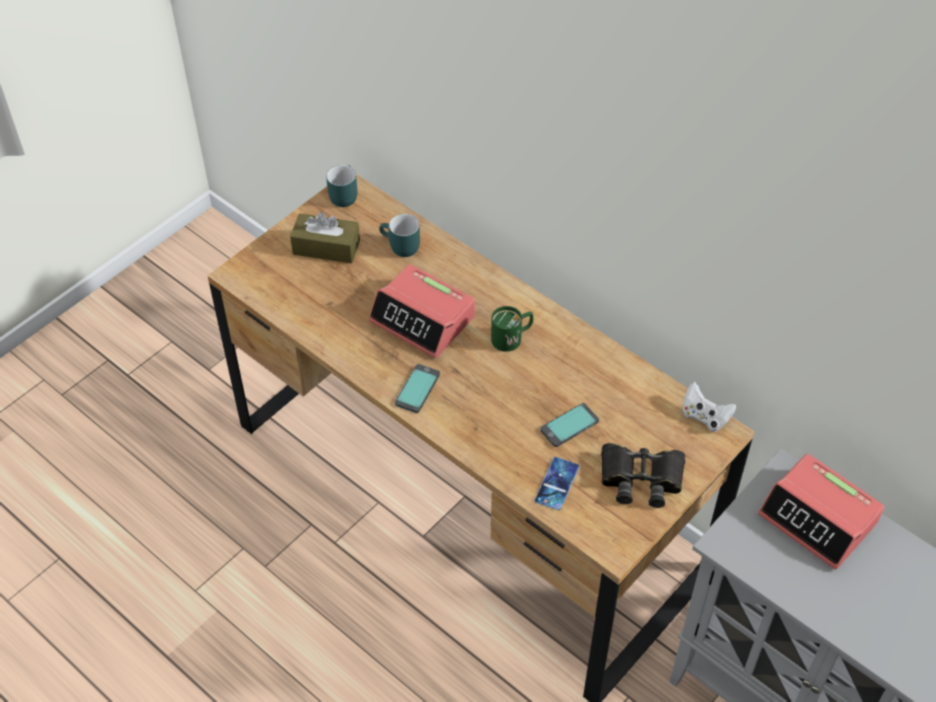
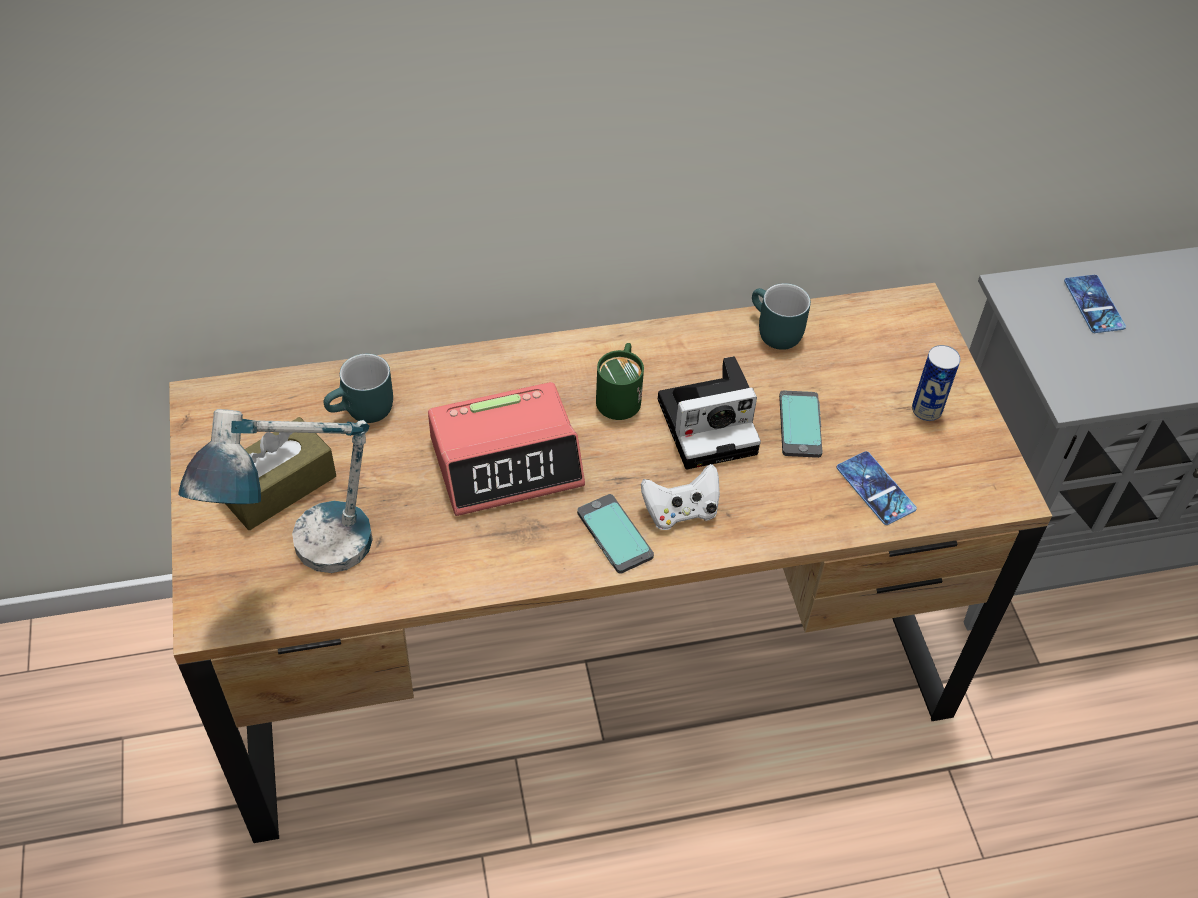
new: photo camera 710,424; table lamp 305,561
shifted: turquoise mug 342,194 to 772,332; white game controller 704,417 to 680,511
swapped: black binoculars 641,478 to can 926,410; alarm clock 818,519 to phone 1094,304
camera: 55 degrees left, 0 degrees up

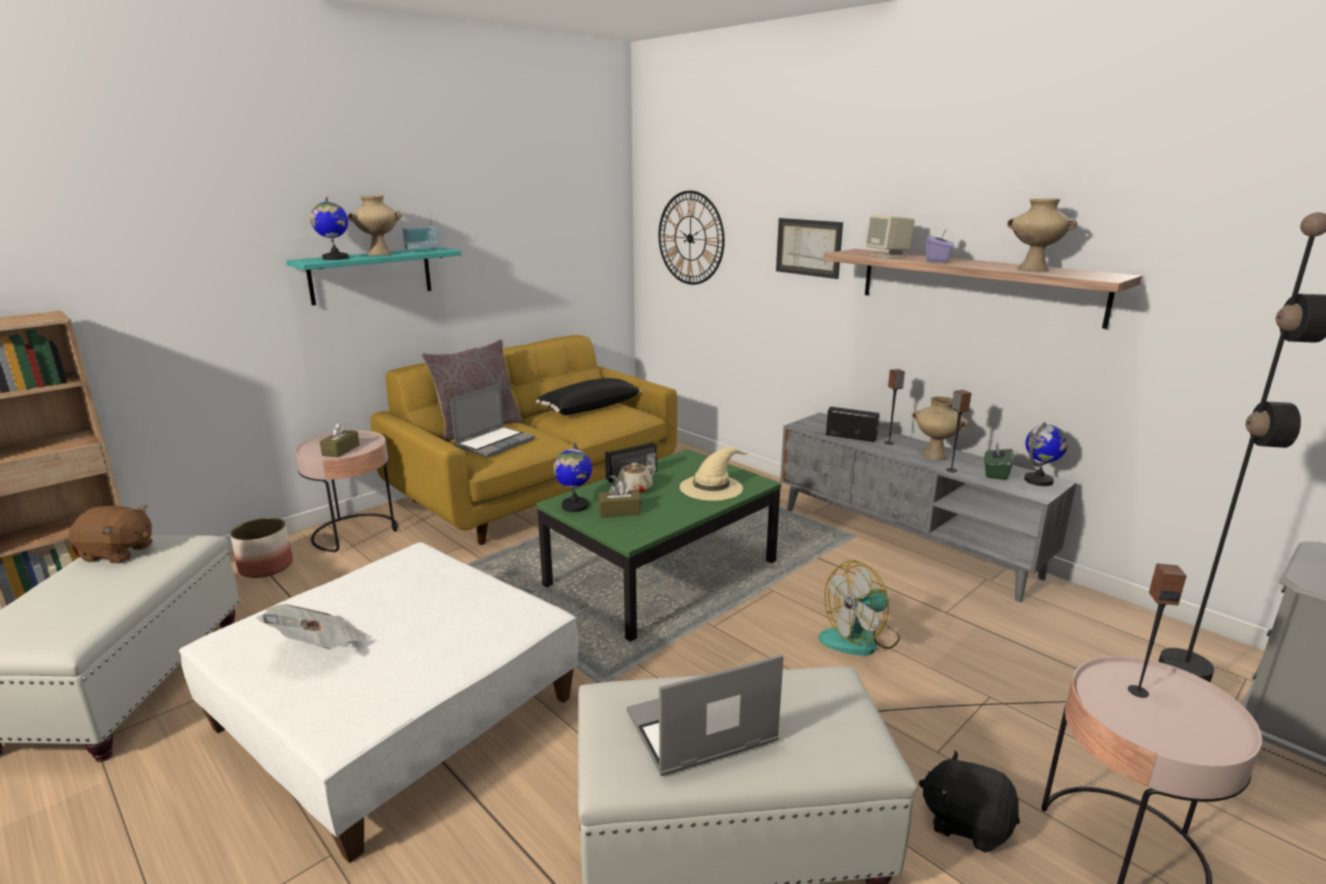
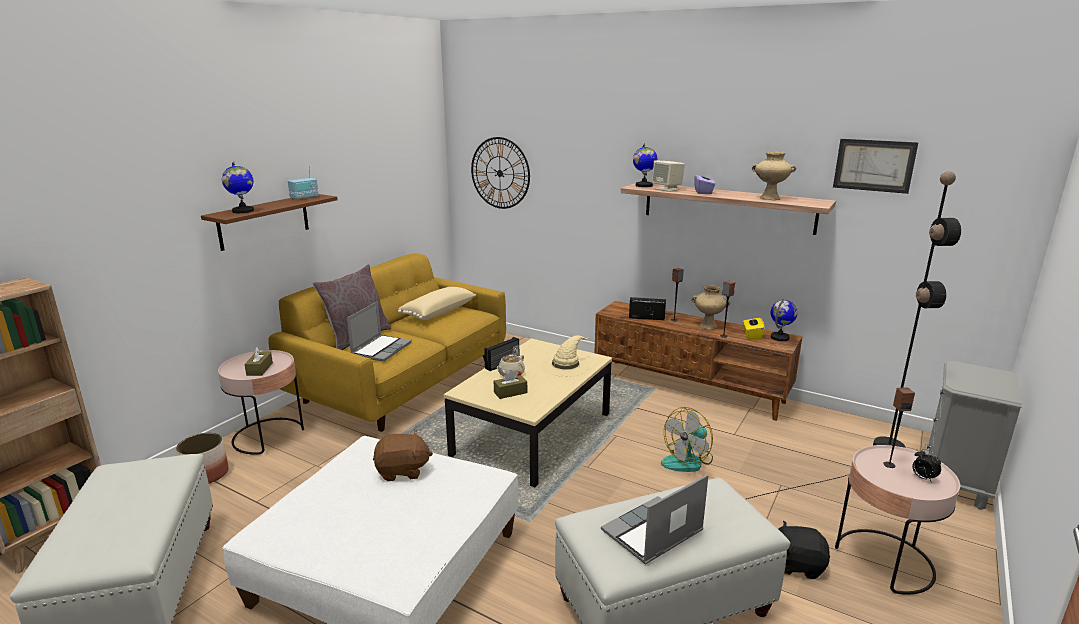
gone: beige vase 379,254; newspaper 321,647
new: alarm clock 922,478
shifted: picture 808,247 to 874,165; globe 574,506 to 643,185; brown plush toy 118,553 to 402,471
repainted: turquoise shelf 371,275 to brown shelf 264,221; black pillow 589,407 to beige pillow 438,312; grey tv stand 906,542 to brown tv stand 689,388; green tissue box 996,473 to yellow tissue box 752,335; green coffee table 662,572 to beige coffee table 532,434
camera: 15 degrees left, 0 degrees up

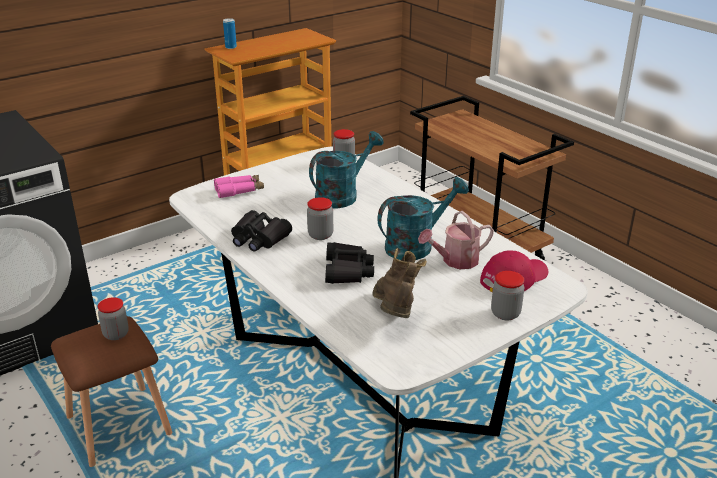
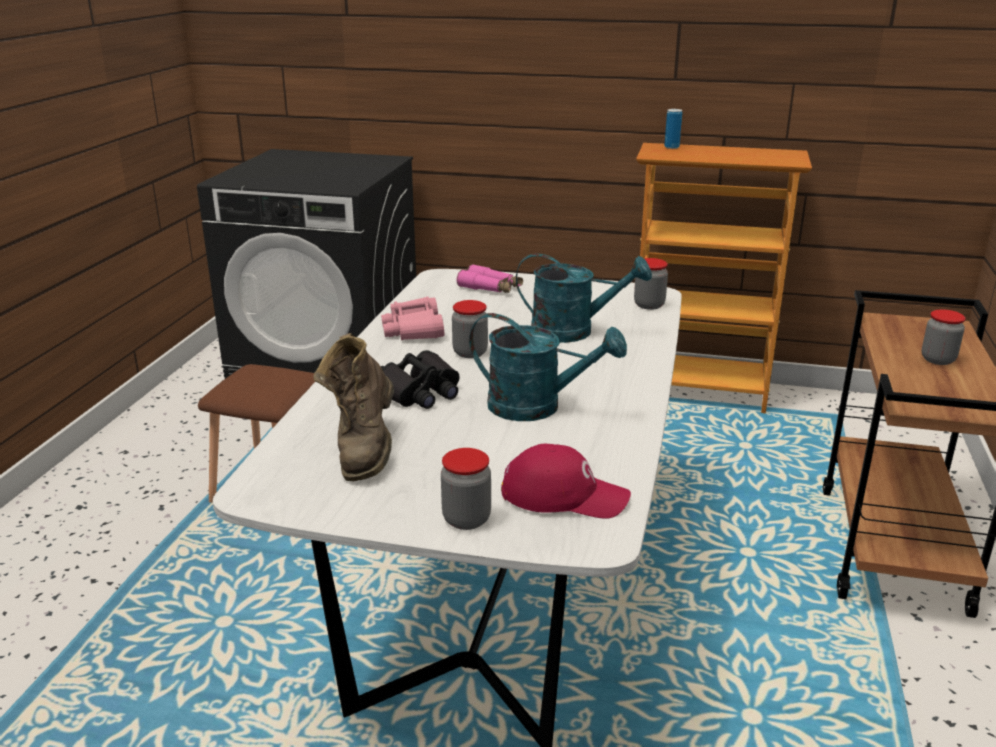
gone: watering can 455,261
shifted: jar 116,334 to 938,359
repainted: black binoculars 259,238 to pink binoculars 414,330
rotated: brown boot 395,315 = 364,450 135 degrees clockwise
camera: 50 degrees right, 5 degrees down

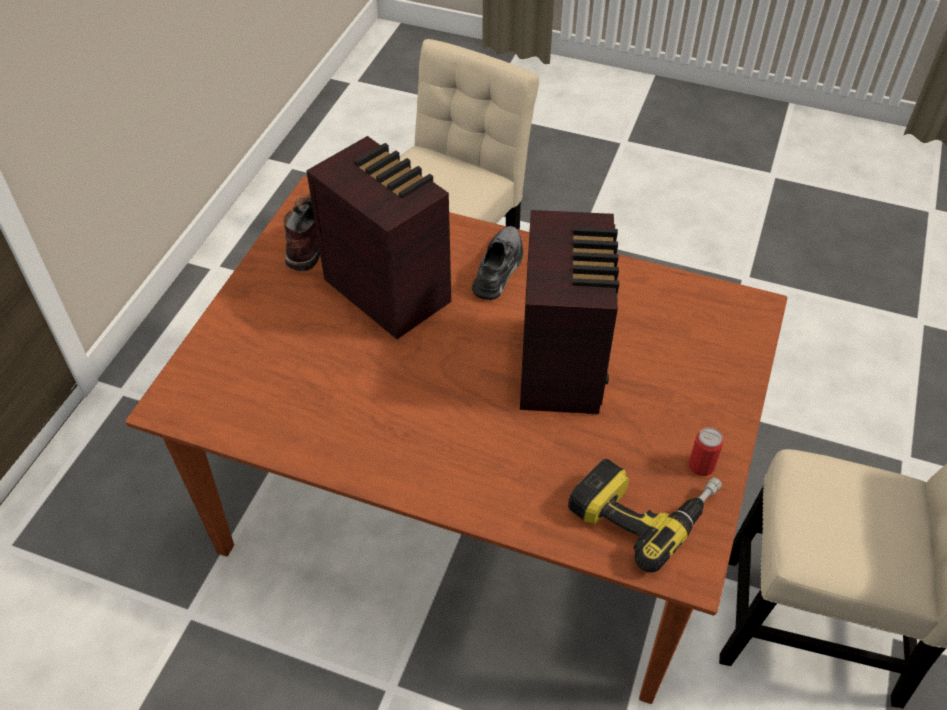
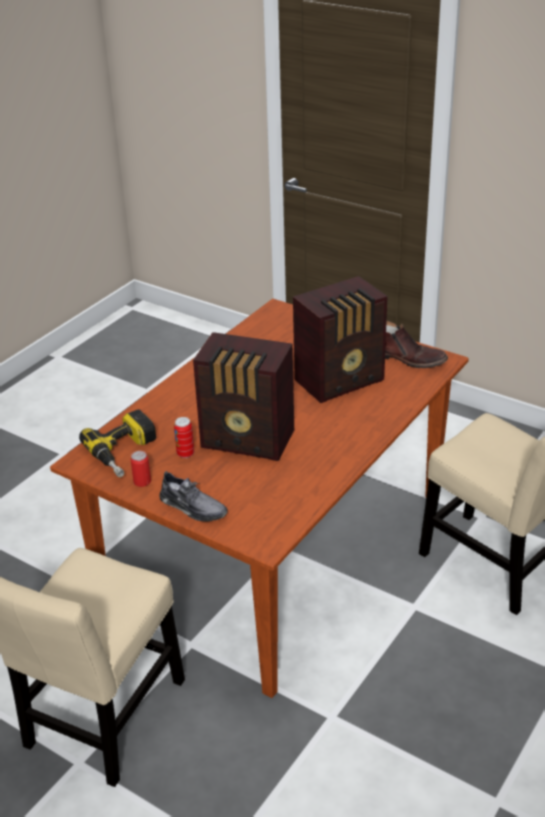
new: can 185,454
shifted: grey shoe 499,268 to 193,507
camera: 105 degrees right, 15 degrees down

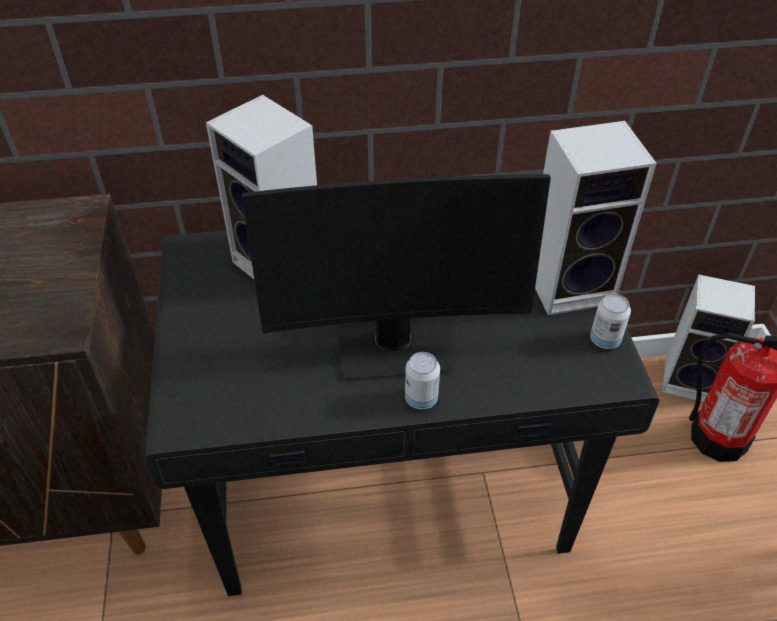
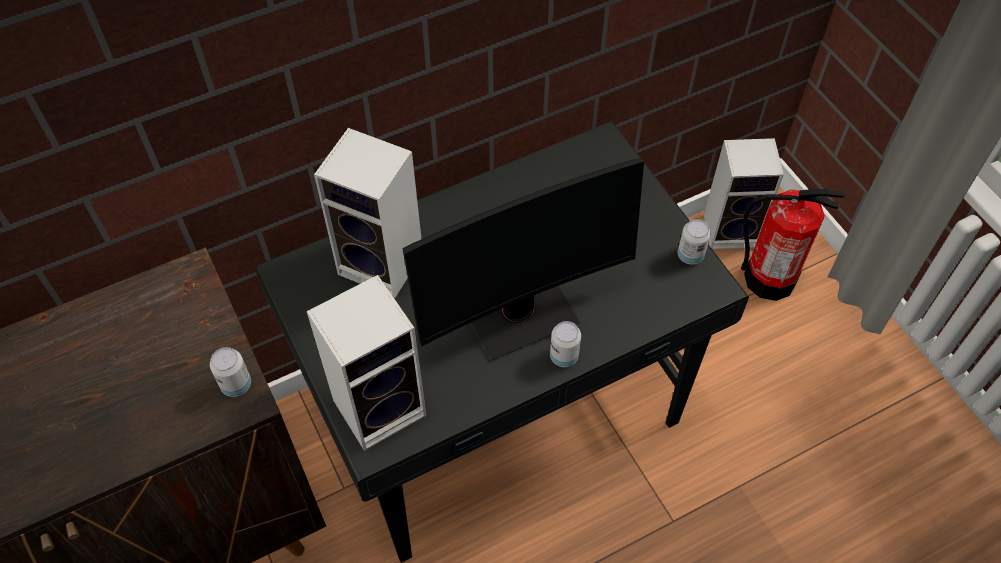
new: can 236,384
shifted: speaker 572,285 to 381,405
camera: 20 degrees left, 10 degrees up

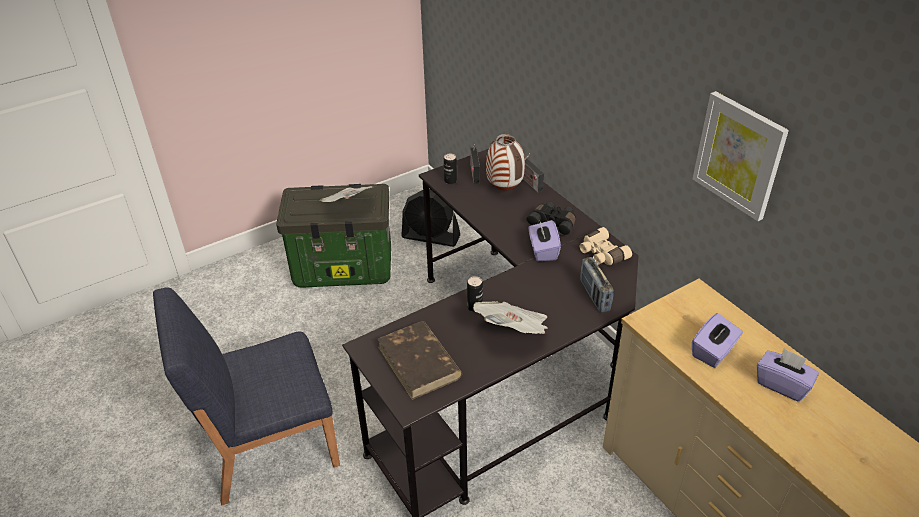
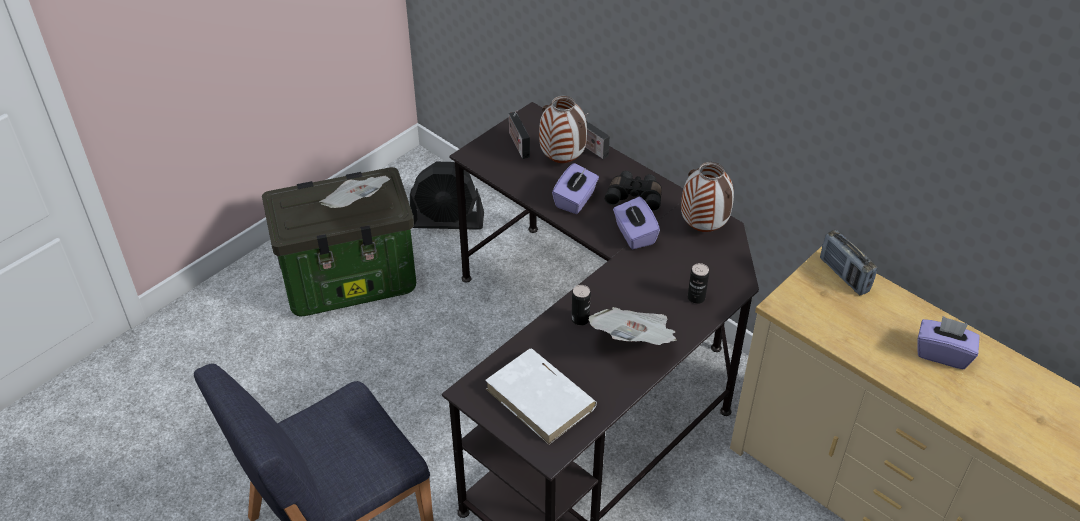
gone: picture 739,155
shifted: can 450,181 to 696,298; radio 594,296 to 844,275; purple tissue box 713,352 to 575,200
swapped: beige binoculars 601,254 to vase 702,228
repainted: brown book 419,362 to white book 541,399
camera: 15 degrees left, 5 degrees up

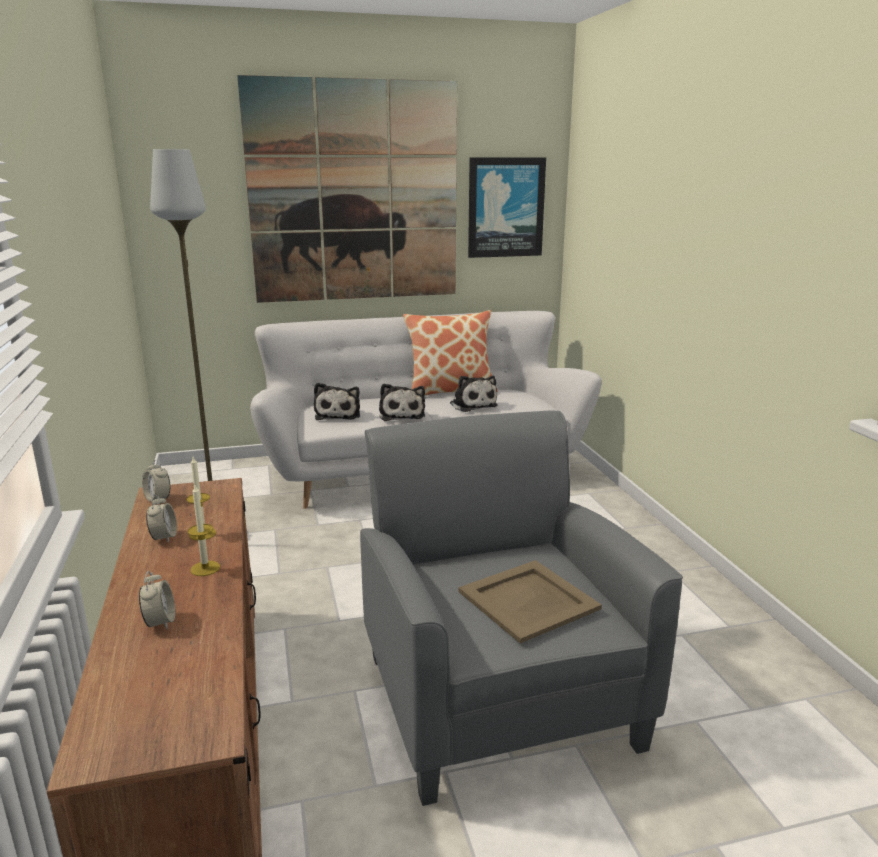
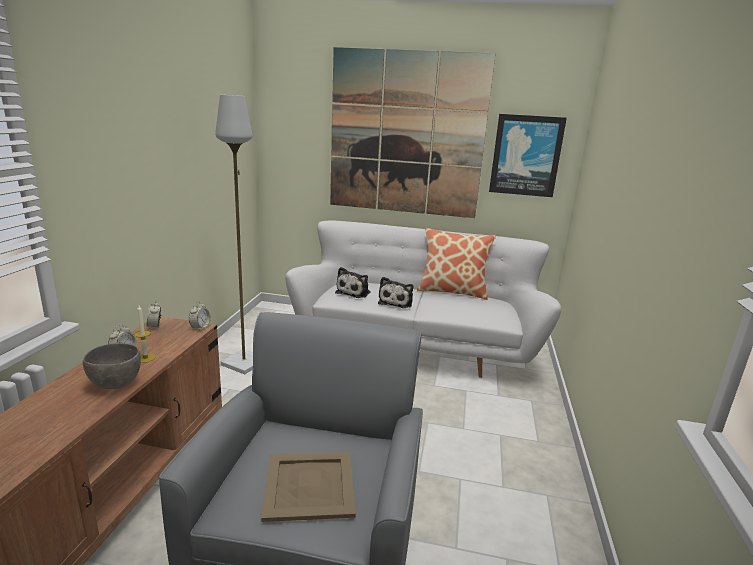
gone: plush toy 472,405
shifted: alarm clock 160,622 to 200,327
swapped: candle 205,568 to grey bowl 115,383
camera: 25 degrees right, 0 degrees up

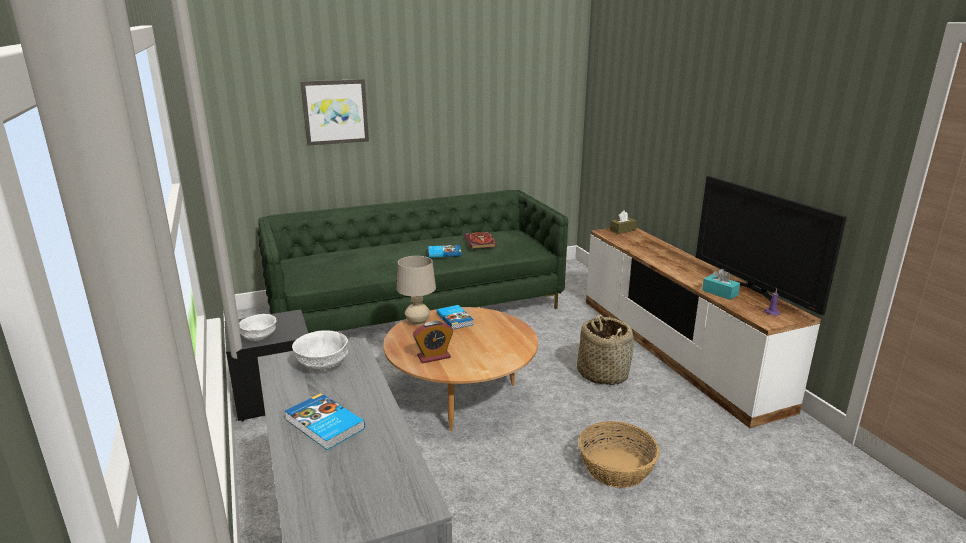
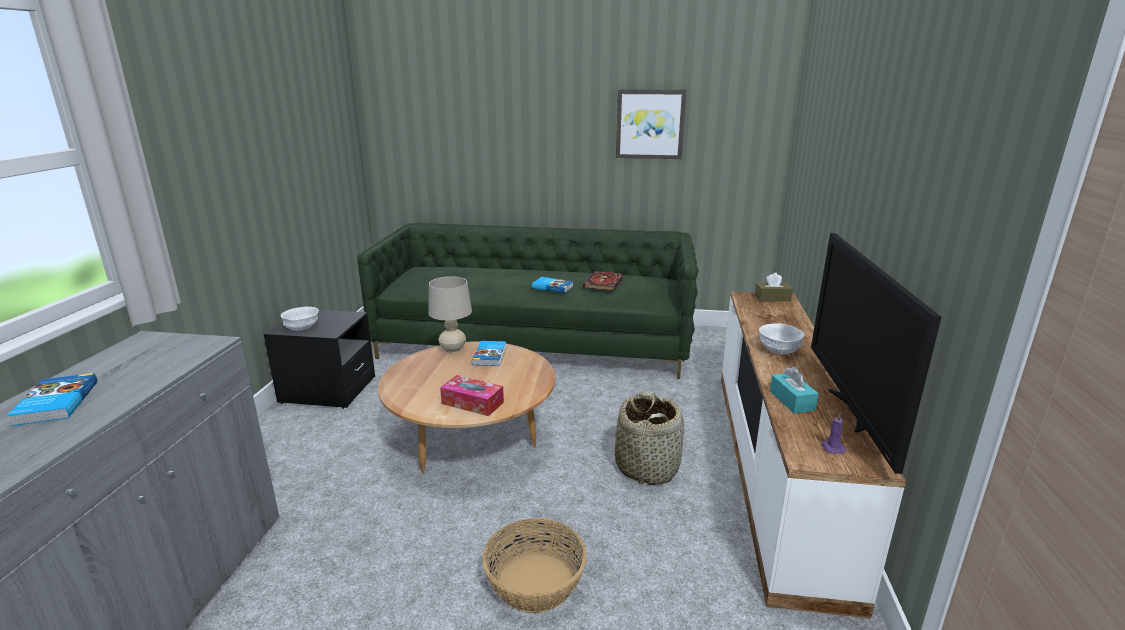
gone: alarm clock 434,357
new: tissue box 472,403
shifted: picture 335,112 to 650,124; white bowl 323,364 to 779,350
camera: 30 degrees right, 0 degrees up

